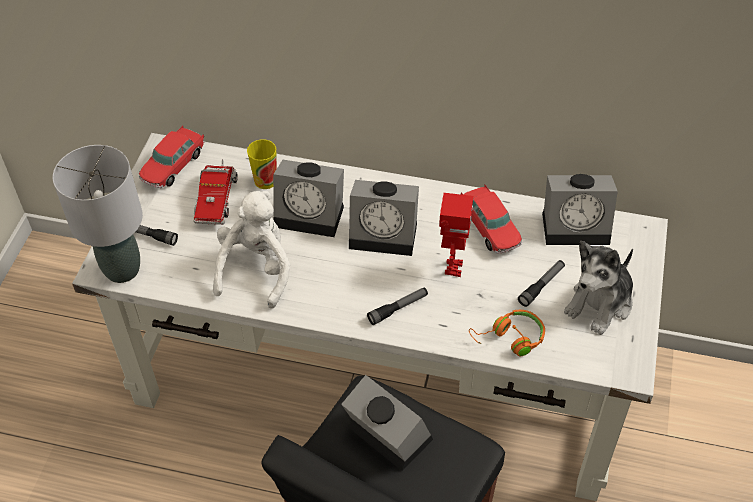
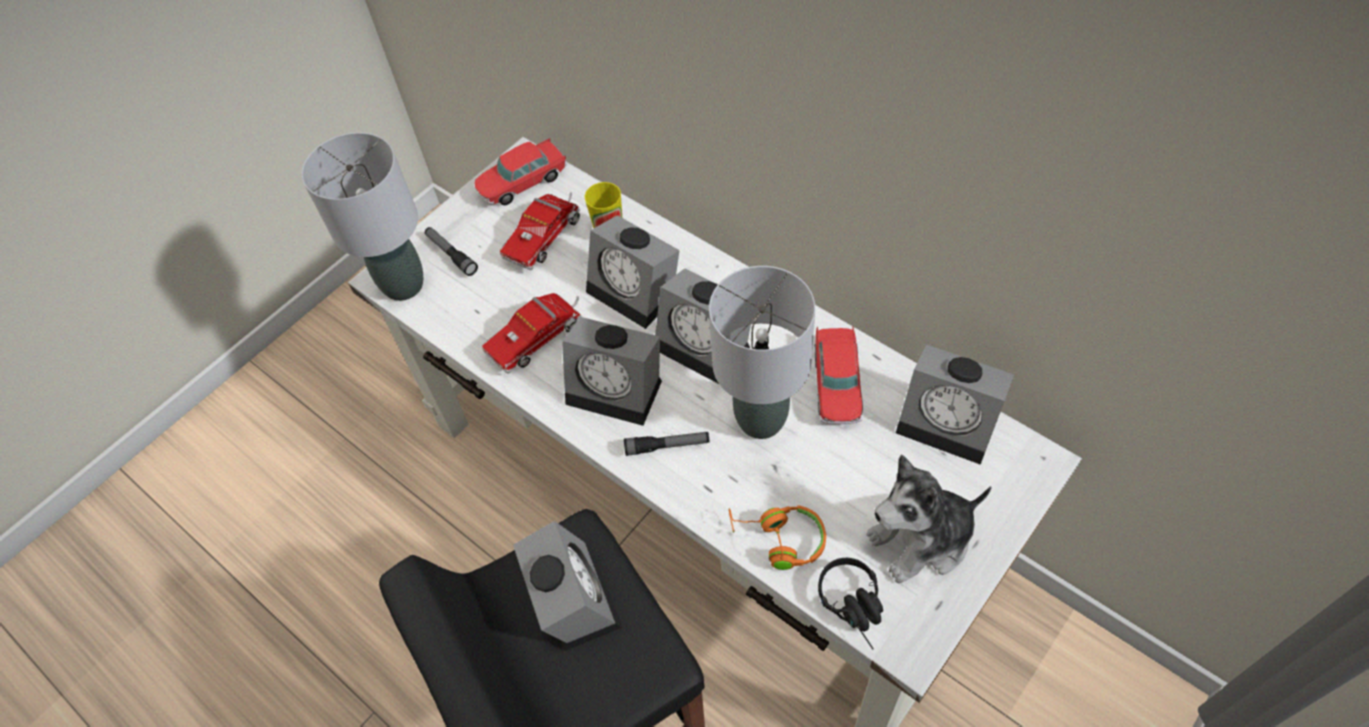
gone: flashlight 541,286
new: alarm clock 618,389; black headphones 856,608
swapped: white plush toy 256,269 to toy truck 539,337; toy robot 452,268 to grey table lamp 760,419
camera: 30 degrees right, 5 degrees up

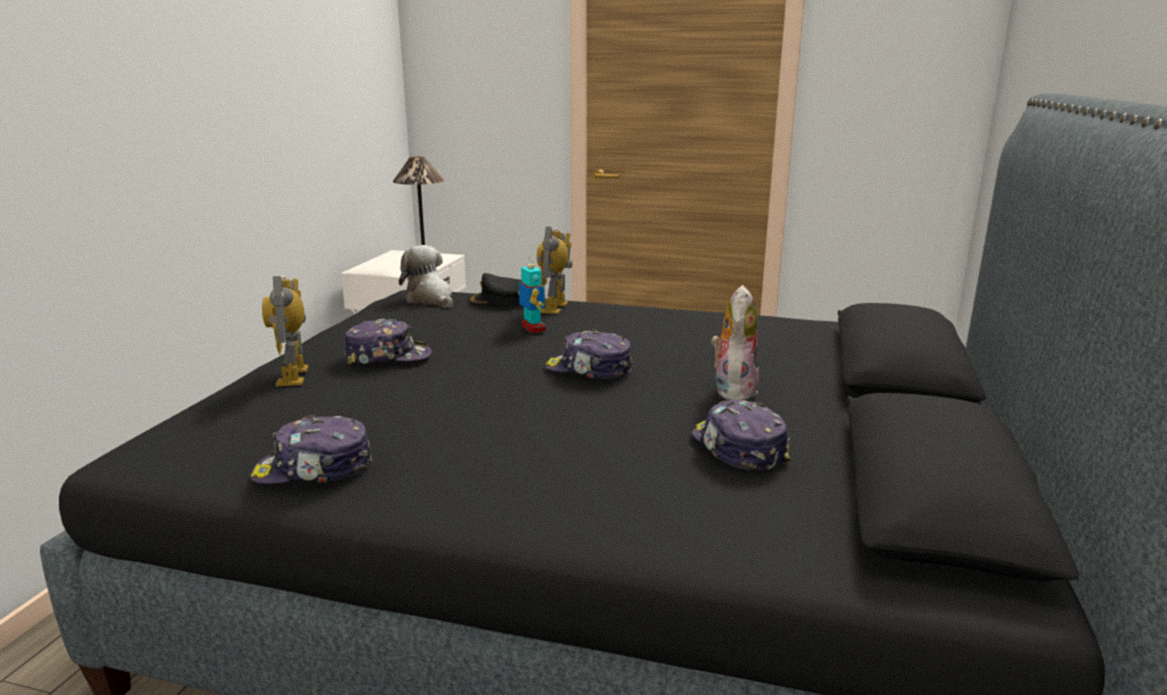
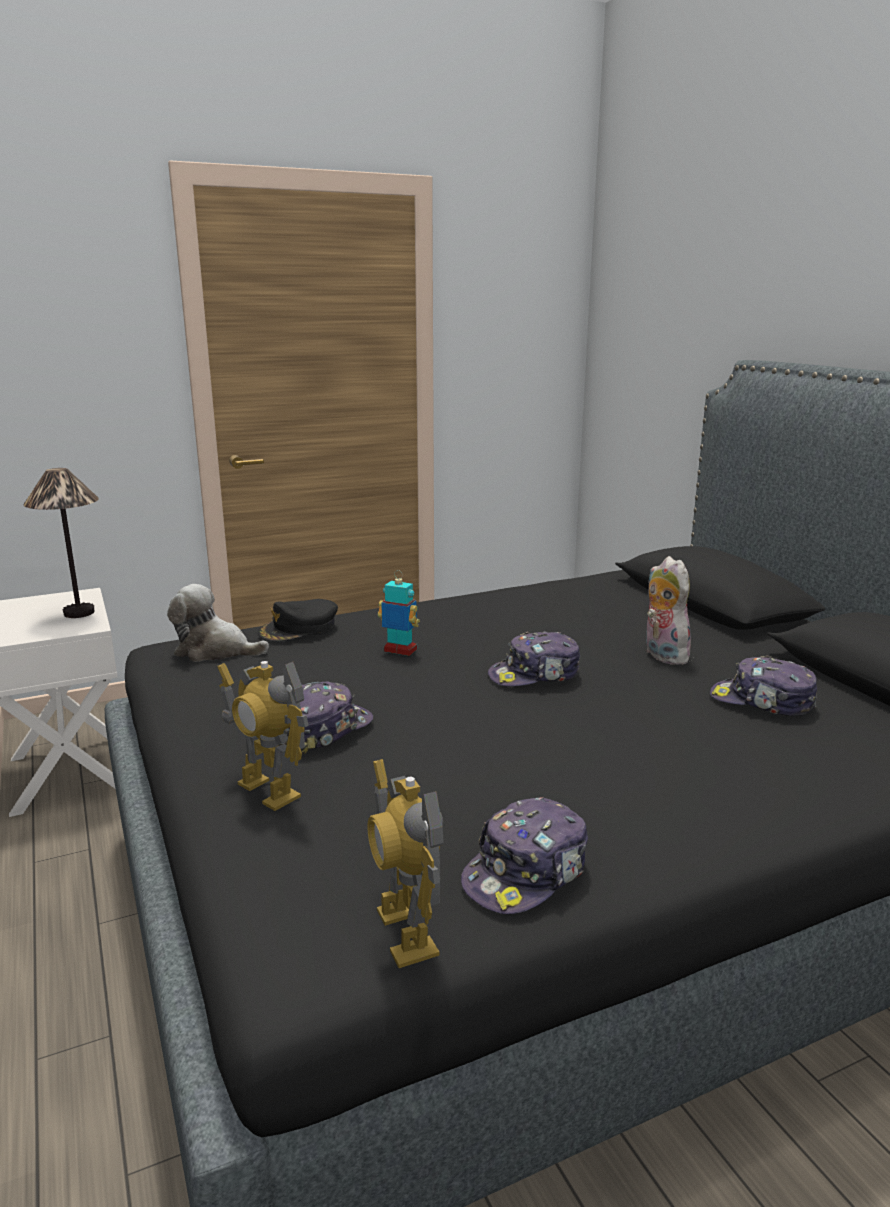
shifted: toy robot 555,308 to 405,933
camera: 40 degrees left, 0 degrees up

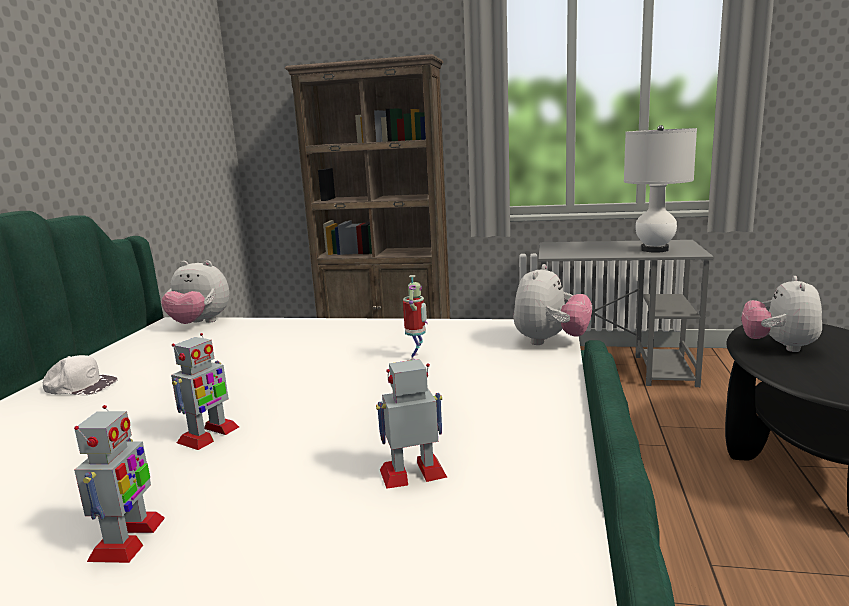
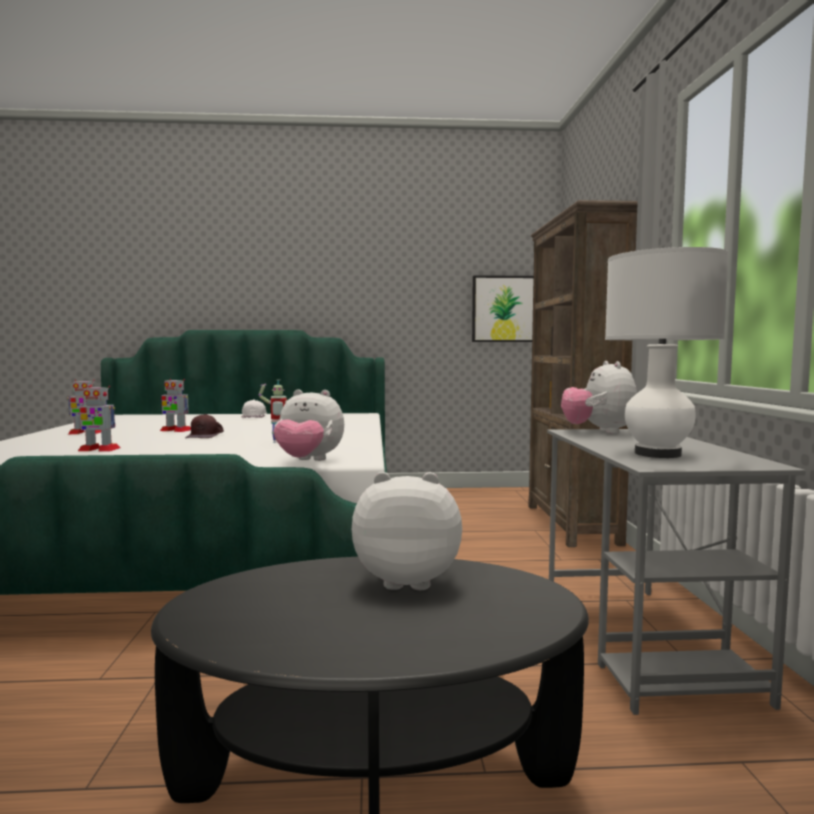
new: picture 504,309; brown cap 206,435
shifted: plush toy 199,324 to 599,432
rotated: toy robot 413,473 = 98,449 120 degrees clockwise
camera: 75 degrees right, 10 degrees down

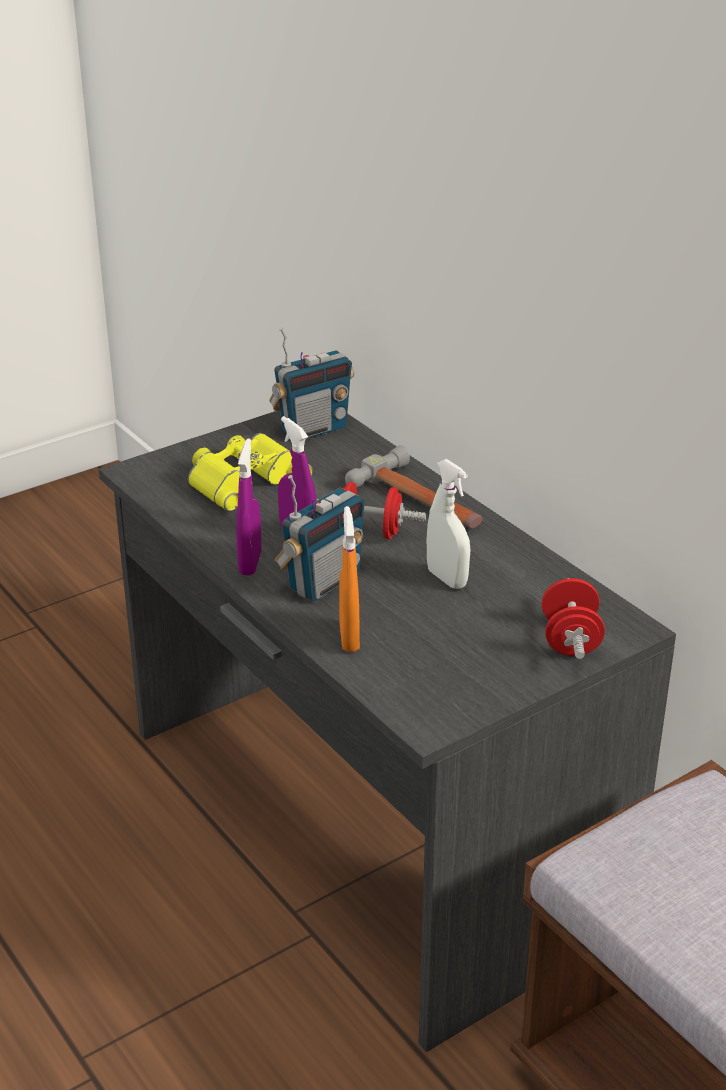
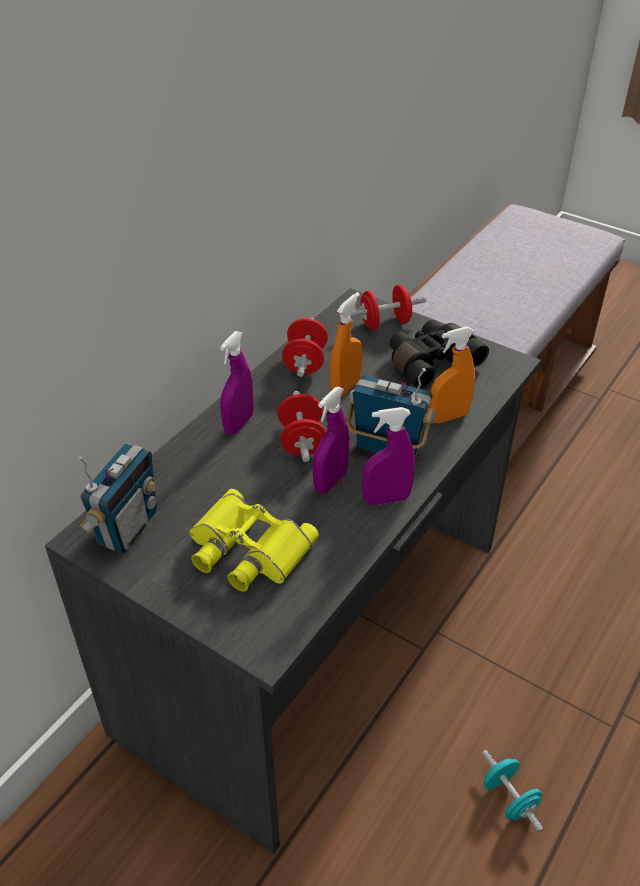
new: red dumbbell 305,362; black binoculars 431,362; turquoise dumbbell 509,798
swapped: hammer 421,501 to purple spray bottle 239,424
repainted: white spray bottle 447,579 to orange spray bottle 345,387
rotated: radio 313,429 = 127,528 75 degrees clockwise
camera: 110 degrees left, 10 degrees up

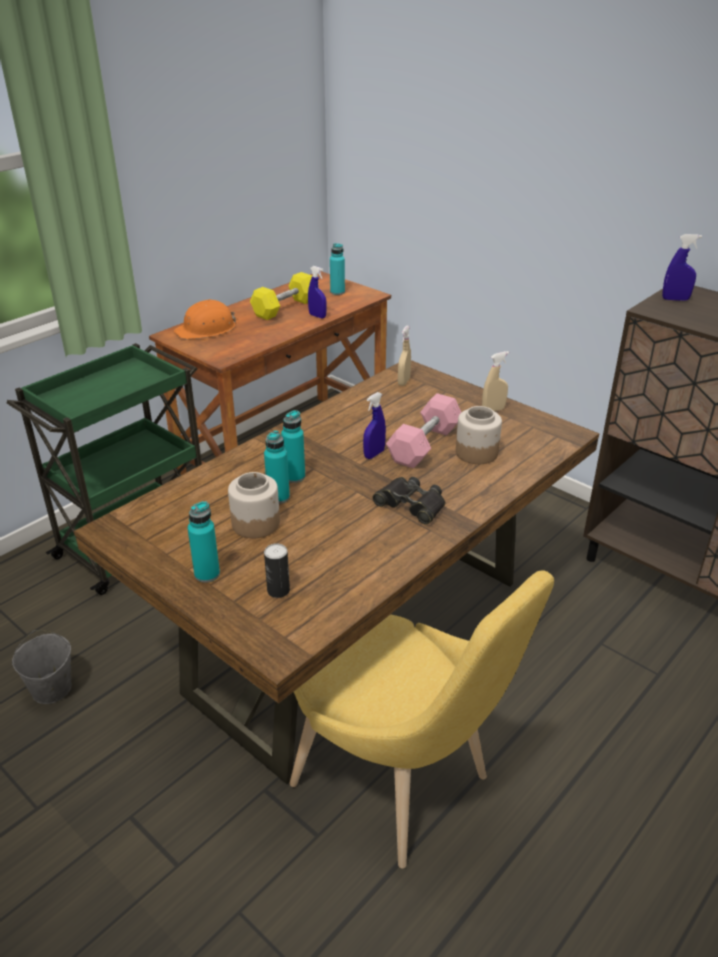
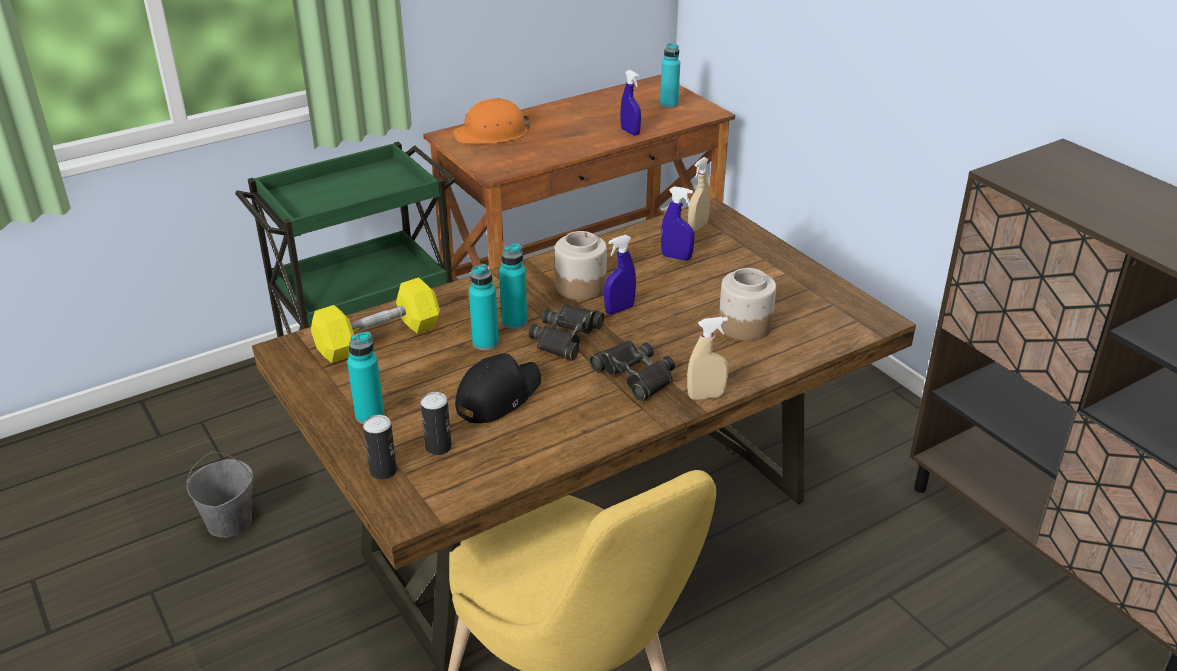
gone: pink dumbbell 424,445
new: black binoculars 566,337; black cap 497,396; can 383,471
shifted: blue spray bottle 675,299 to 676,257; yellow dumbbell 285,308 to 378,338; beige spray bottle 493,410 to 706,396; jar 256,523 to 581,286
camera: 15 degrees right, 0 degrees up

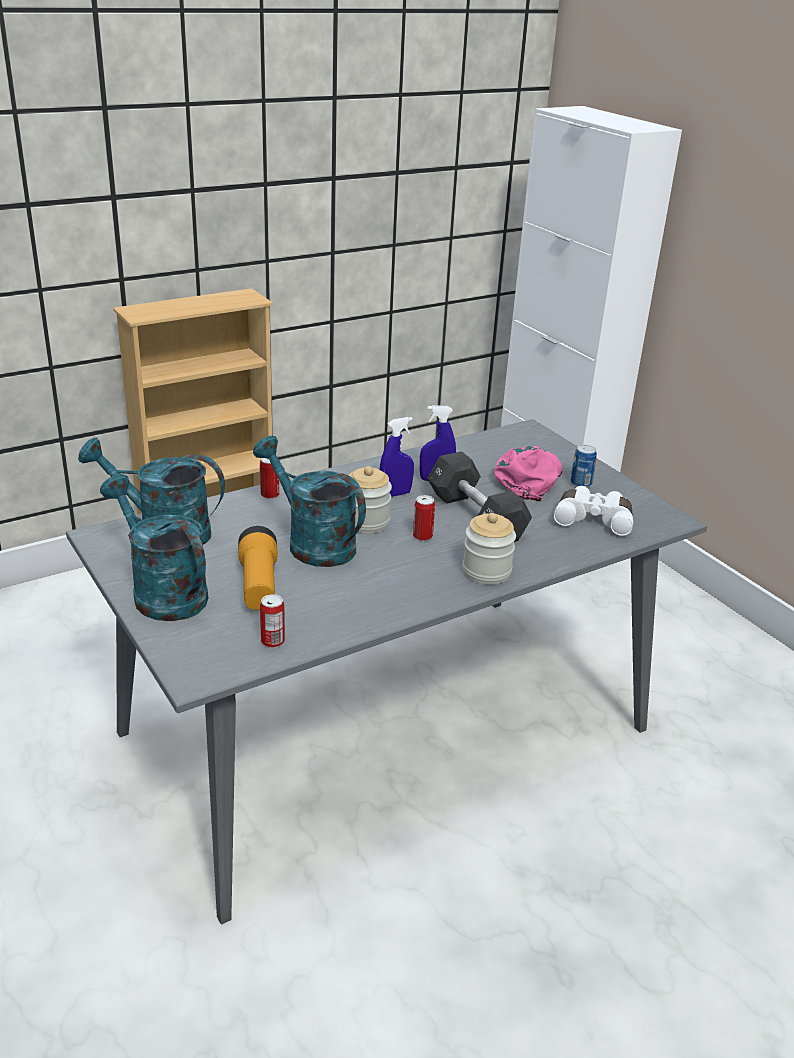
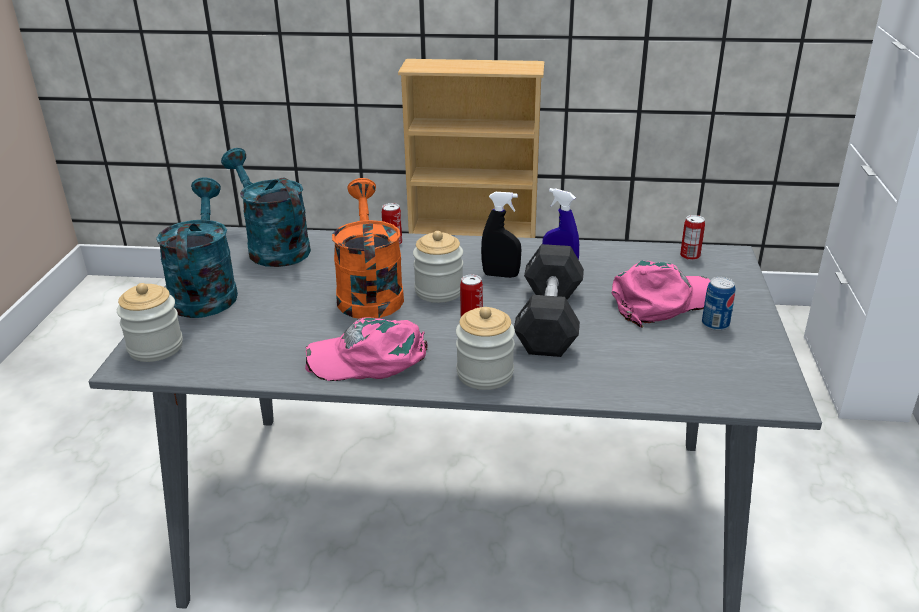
gone: white binoculars 593,519; flashlight 259,585
new: jar 156,347; pink cap 369,358
shifted: can 273,641 to 690,256
repainted: blue spray bottle 395,494 to black spray bottle 500,275; turquoise watering can 312,542 to orange watering can 369,292
camera: 40 degrees right, 0 degrees up

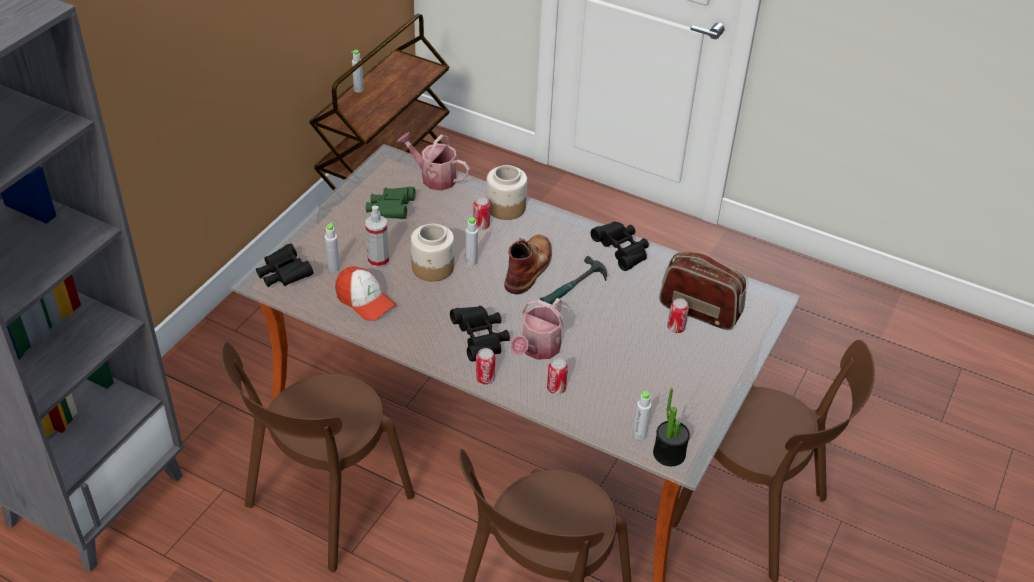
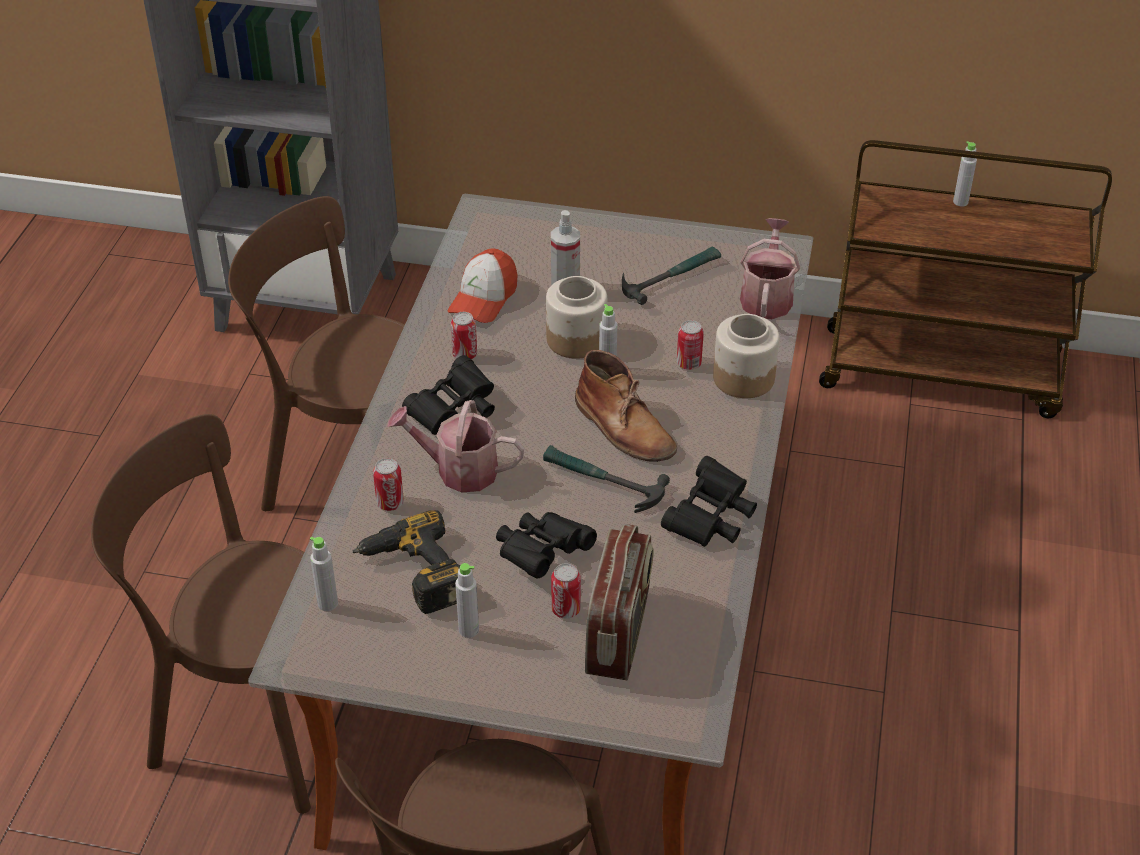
gone: potted plant 669,454
new: power drill 412,574
shifted: grey bottle 333,268 to 468,630; black binoculars 284,276 to 542,554; can 485,378 to 464,354
swapped: green binoculars 391,211 to hammer 670,277
rotated: brown boot 529,267 = 624,428 45 degrees clockwise
camera: 75 degrees right, 0 degrees up

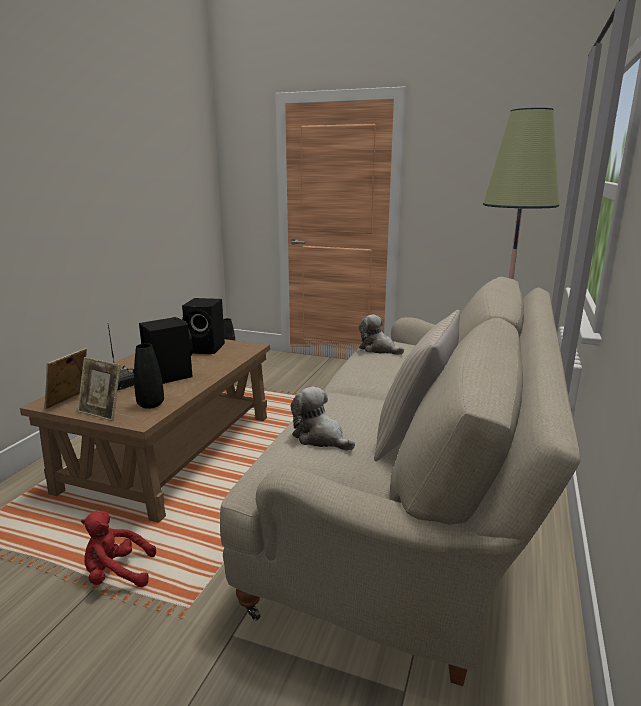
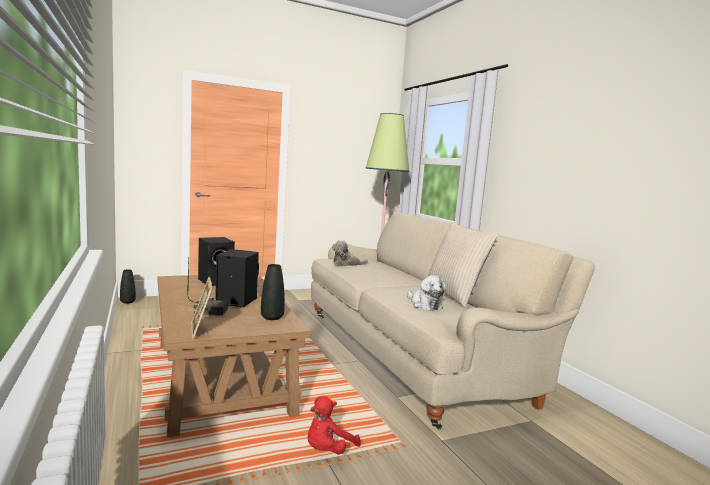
gone: picture frame 102,413
rotated: plush toy 320,438 = 424,305 120 degrees counterclockwise
camera: 45 degrees left, 10 degrees down

